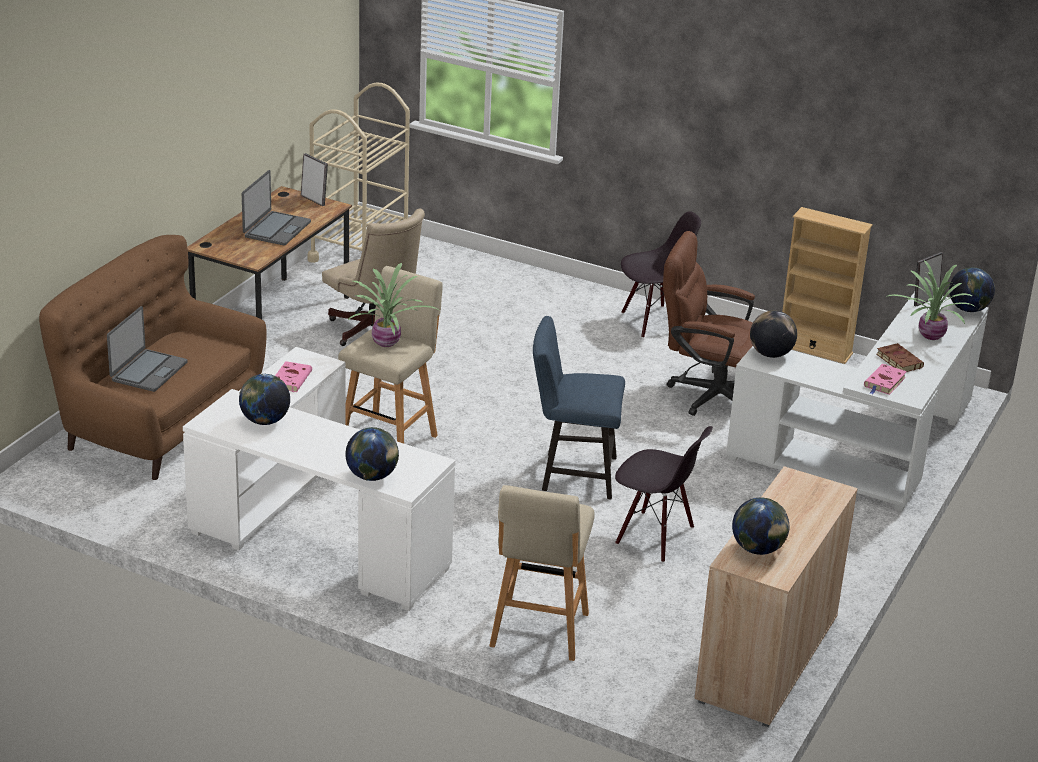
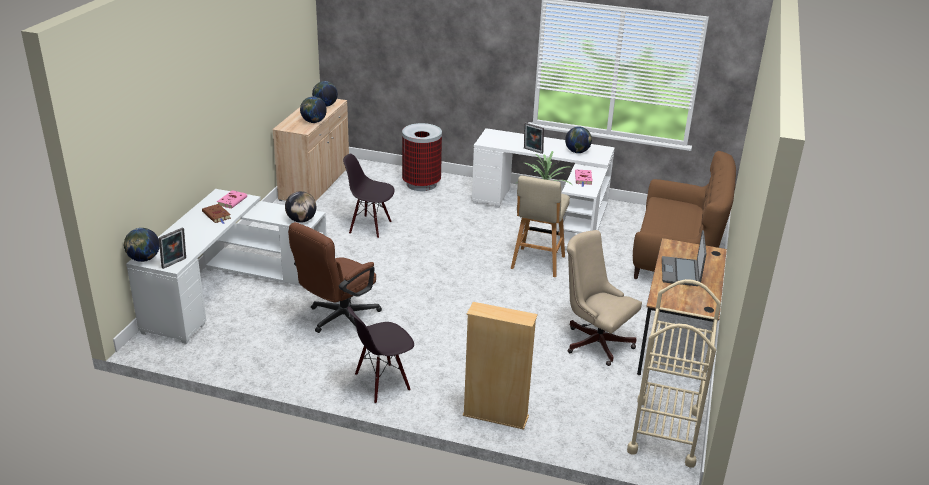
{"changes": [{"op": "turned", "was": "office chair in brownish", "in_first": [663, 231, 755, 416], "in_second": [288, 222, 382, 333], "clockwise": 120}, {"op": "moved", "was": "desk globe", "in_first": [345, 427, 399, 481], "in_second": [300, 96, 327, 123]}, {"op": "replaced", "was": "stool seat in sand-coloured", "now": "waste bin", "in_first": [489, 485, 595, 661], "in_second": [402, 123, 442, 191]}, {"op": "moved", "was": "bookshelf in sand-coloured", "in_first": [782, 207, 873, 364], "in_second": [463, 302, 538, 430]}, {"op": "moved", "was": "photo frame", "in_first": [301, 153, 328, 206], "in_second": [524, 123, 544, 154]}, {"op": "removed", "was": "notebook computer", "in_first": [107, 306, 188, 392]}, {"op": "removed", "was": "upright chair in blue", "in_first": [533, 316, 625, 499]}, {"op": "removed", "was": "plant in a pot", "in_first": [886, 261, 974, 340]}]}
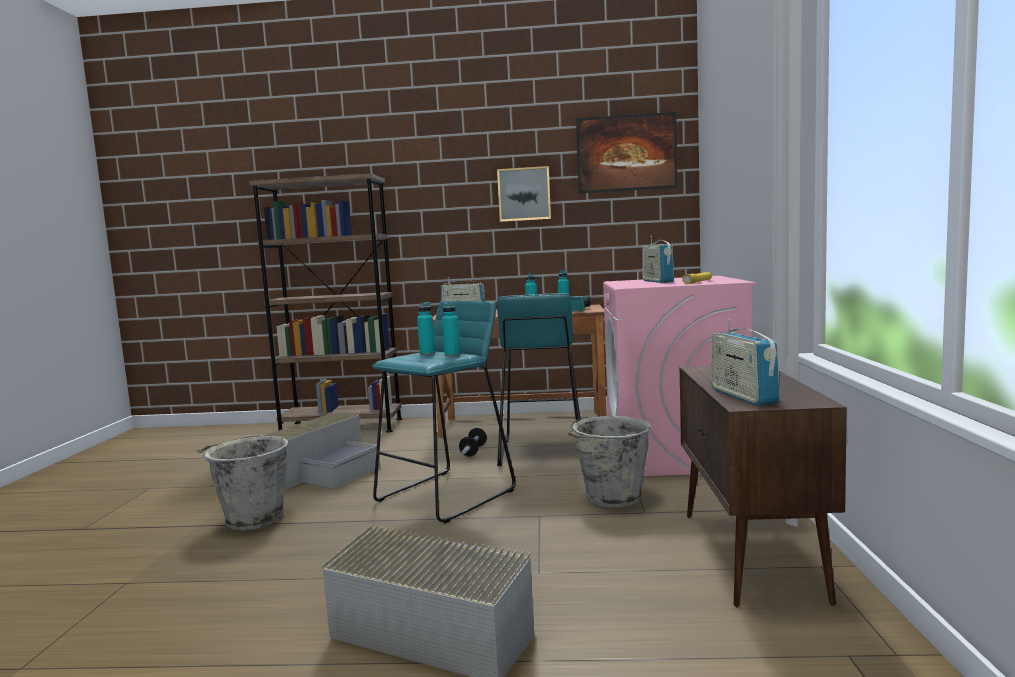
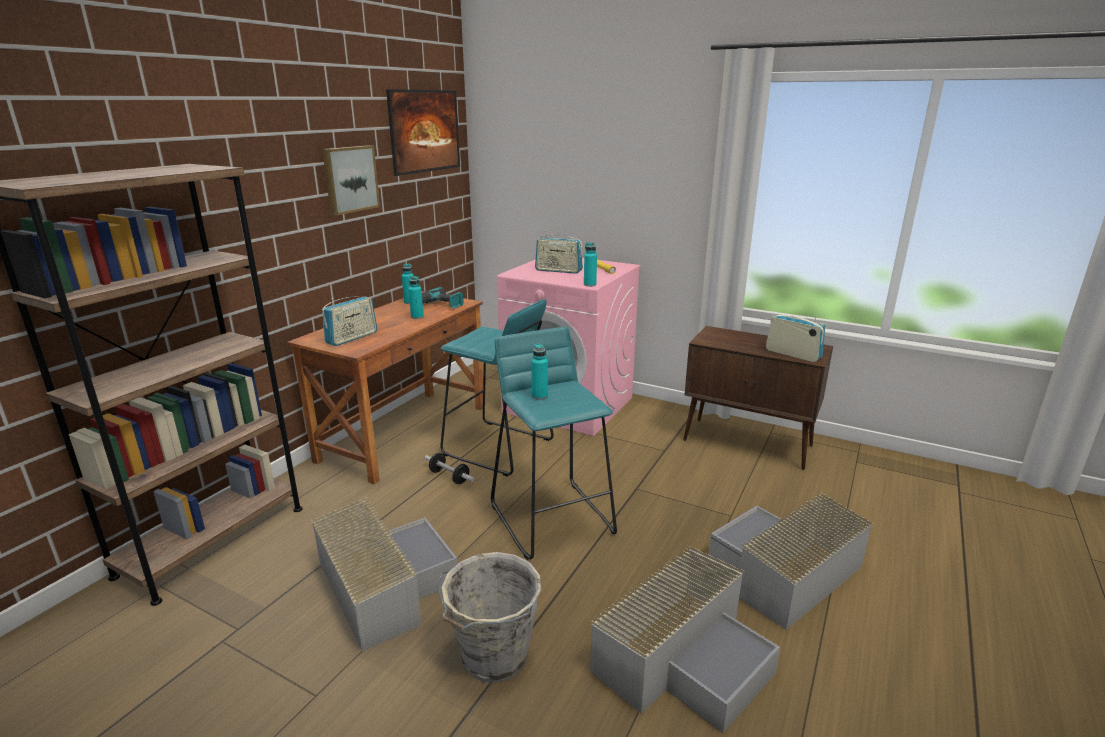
{"changes": [{"op": "moved", "was": "bottle in turquoise-coloured", "in_first": [442, 302, 460, 357], "in_second": [584, 242, 597, 287]}, {"op": "added", "now": "storage container in grey", "in_second": [590, 546, 780, 733]}, {"op": "turned", "was": "radio", "in_first": [711, 320, 780, 406], "in_second": [766, 314, 825, 362], "clockwise": -150}, {"op": "removed", "was": "pail in grey", "in_first": [568, 416, 651, 508]}]}
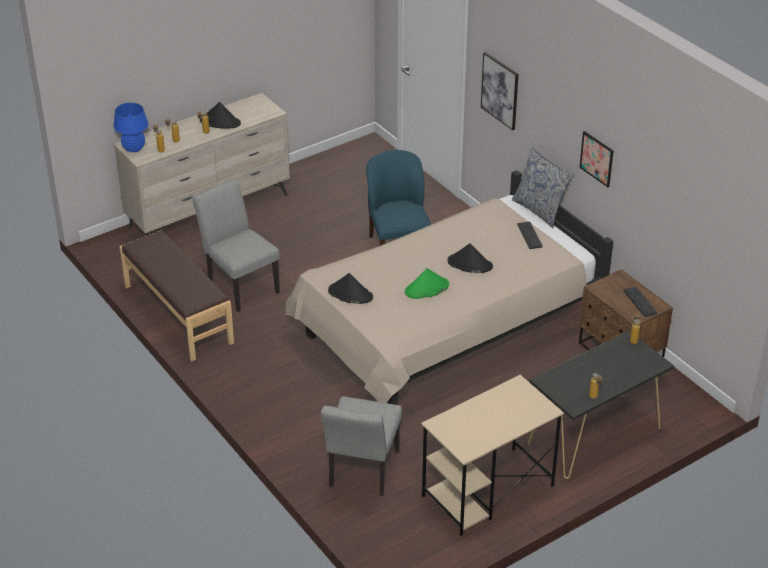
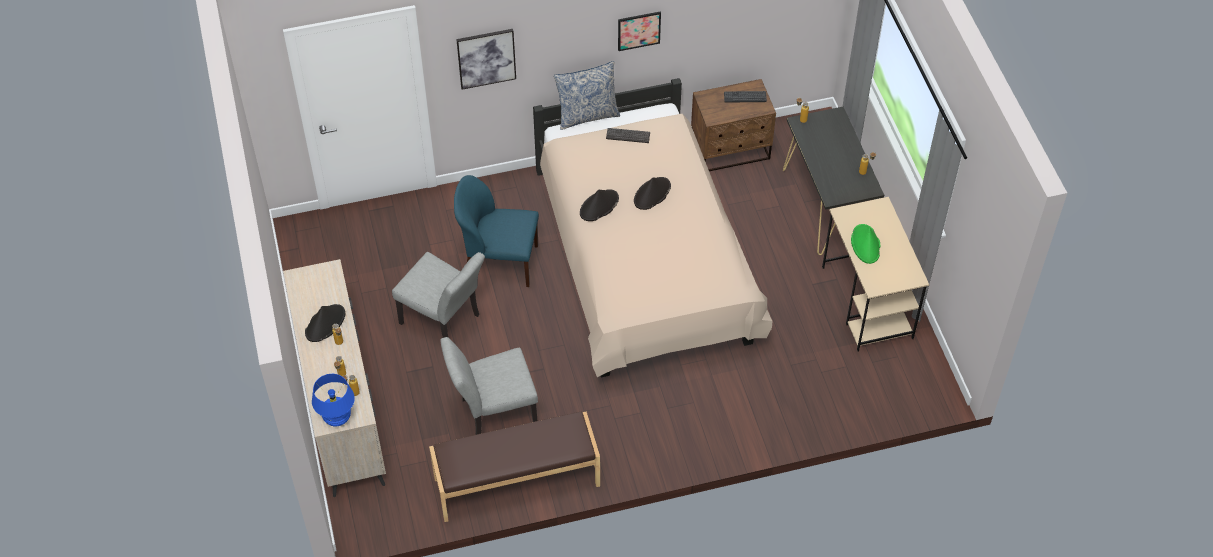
{"changes": [{"op": "moved", "was": "upright chair in grey", "in_first": [321, 396, 402, 496], "in_second": [392, 252, 485, 338]}, {"op": "moved", "was": "wearable hat in black", "in_first": [328, 273, 373, 304], "in_second": [580, 189, 619, 221]}, {"op": "moved", "was": "wearable hat in green", "in_first": [405, 268, 449, 299], "in_second": [851, 224, 881, 264]}]}
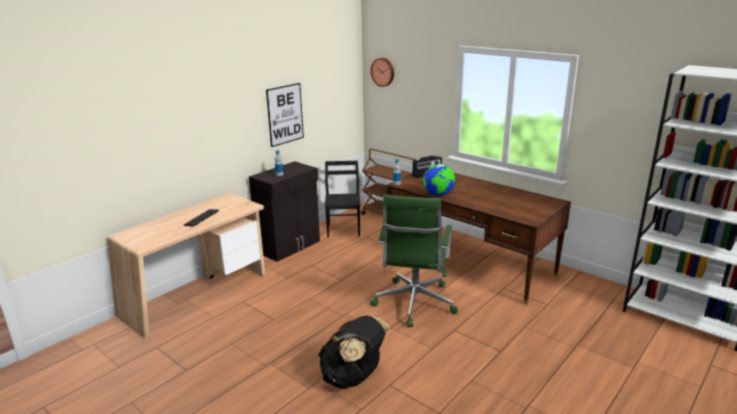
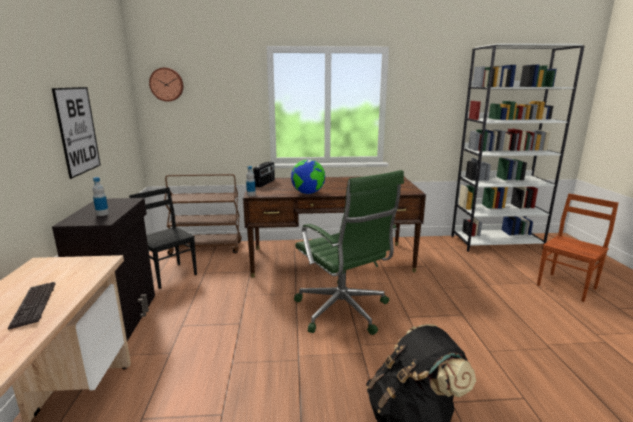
{"changes": [{"op": "added", "now": "upright chair in brownish", "in_second": [537, 194, 618, 302]}]}
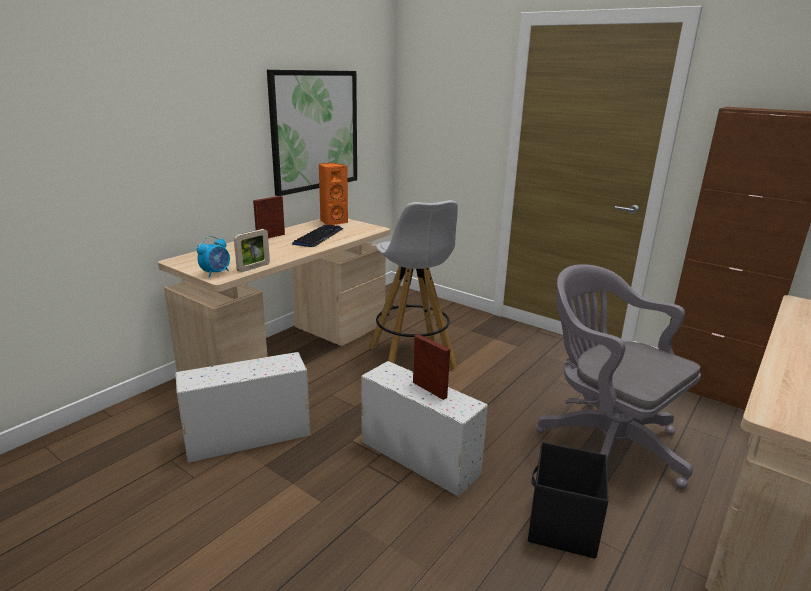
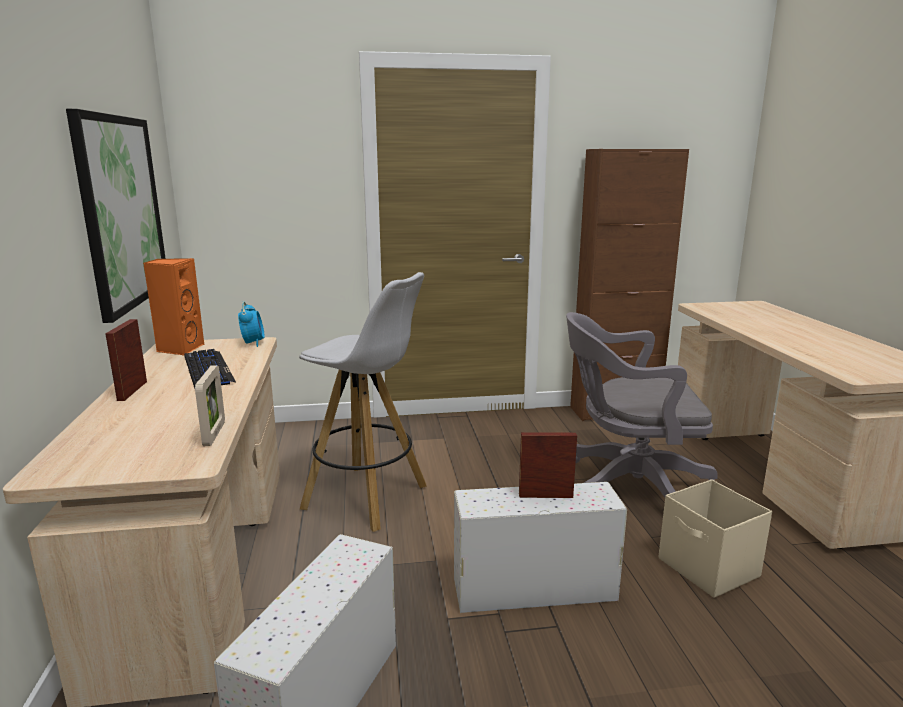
{"changes": [{"op": "moved", "was": "alarm clock", "in_first": [197, 236, 230, 278], "in_second": [238, 302, 264, 347]}, {"op": "recoloured", "was": "storage container in black", "now": "storage container in sand-coloured", "in_first": [528, 442, 609, 558], "in_second": [659, 479, 772, 598]}]}
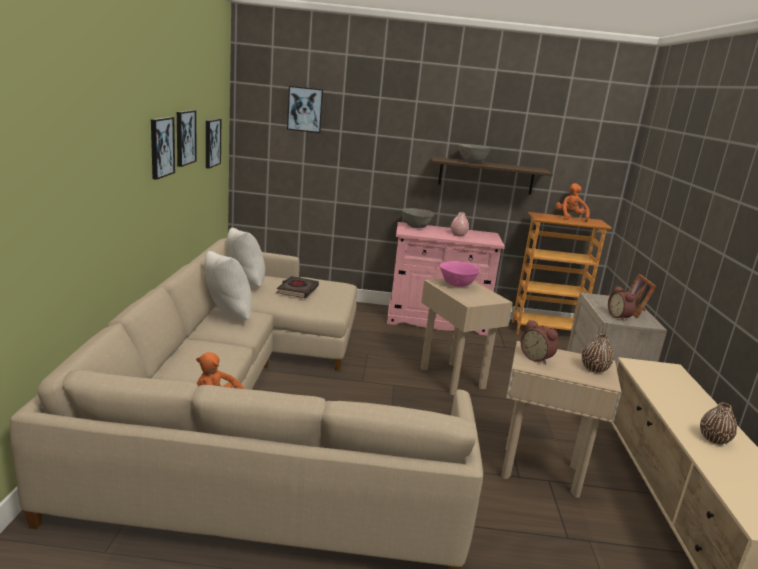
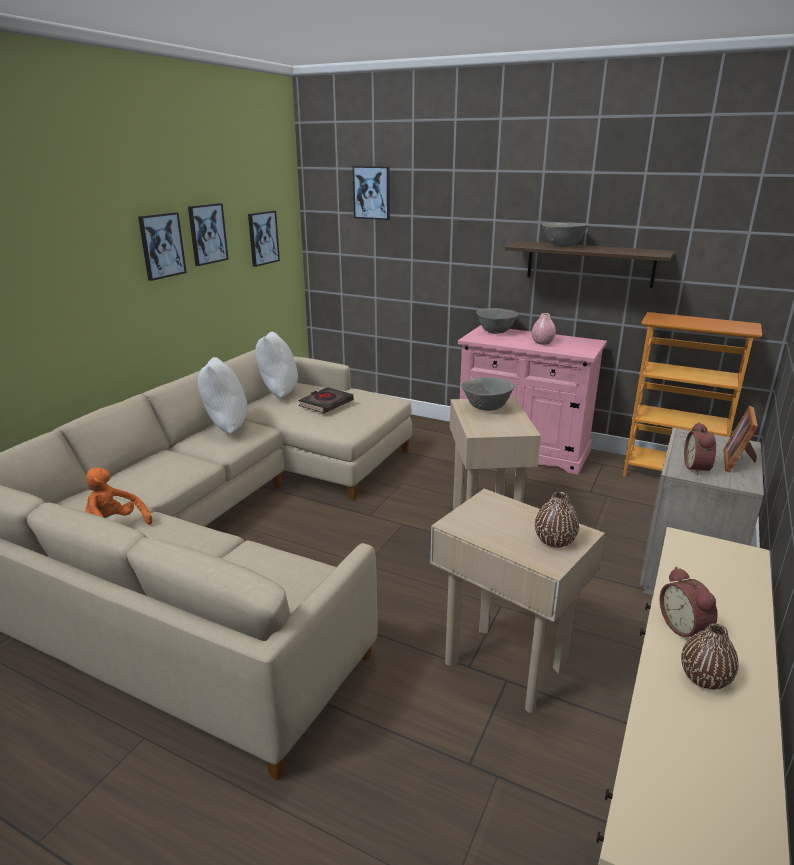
{"changes": [{"op": "recoloured", "was": "bowl in pinkish", "now": "bowl in grey", "in_first": [440, 261, 480, 287], "in_second": [461, 377, 515, 411]}, {"op": "moved", "was": "alarm clock", "in_first": [521, 320, 558, 365], "in_second": [659, 567, 718, 637]}, {"op": "removed", "was": "plush toy in orangey", "in_first": [556, 183, 590, 223]}]}
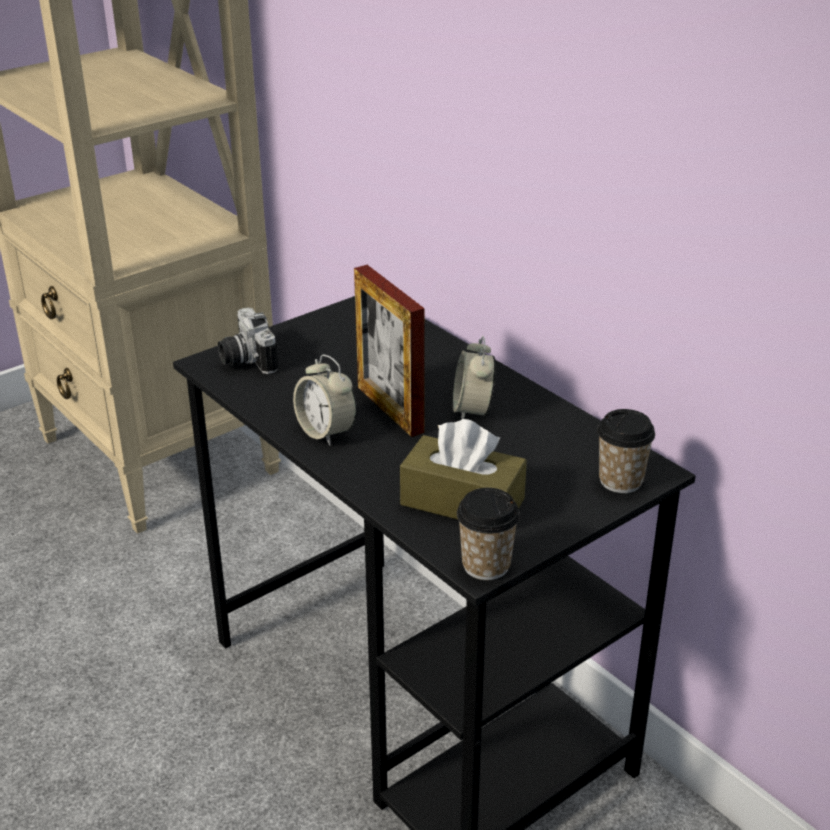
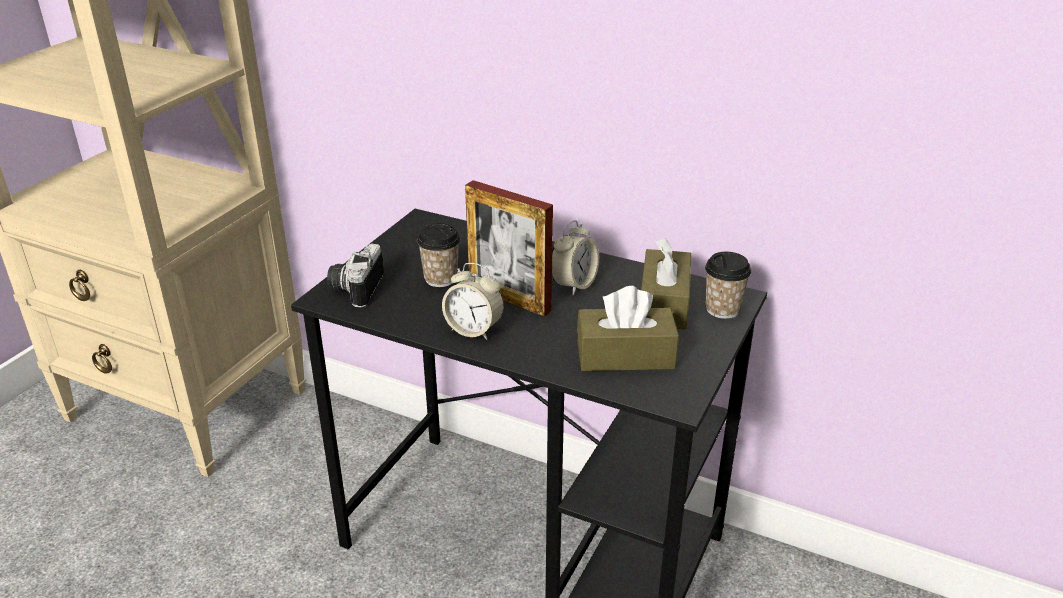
{"changes": [{"op": "turned", "was": "still camera", "in_first": [218, 307, 278, 374], "in_second": [327, 244, 384, 307], "clockwise": 60}, {"op": "moved", "was": "drinking cup", "in_first": [457, 488, 520, 580], "in_second": [417, 223, 460, 287]}, {"op": "turned", "was": "alarm clock", "in_first": [453, 336, 496, 419], "in_second": [552, 220, 599, 295], "clockwise": -120}, {"op": "added", "now": "tissue holder in brownish", "in_second": [641, 238, 691, 330]}]}
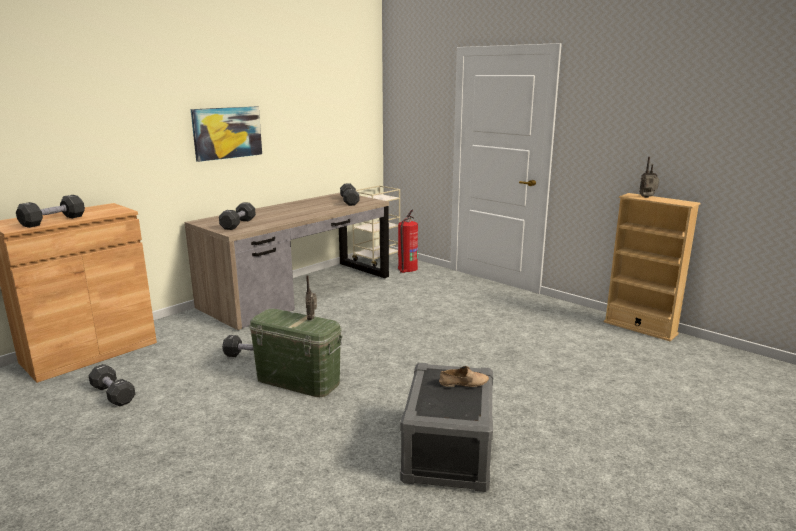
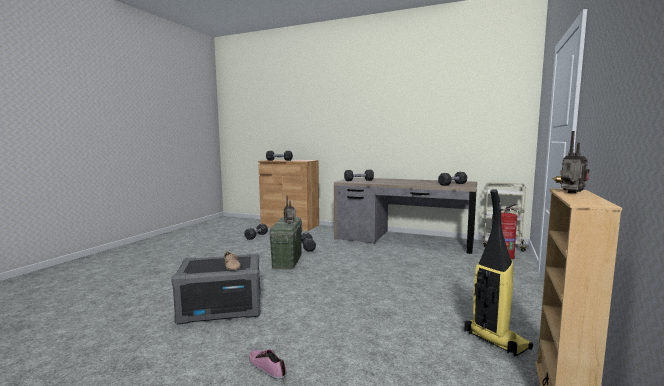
{"changes": [{"op": "added", "now": "low shoe", "in_second": [249, 349, 287, 380]}, {"op": "added", "now": "vacuum", "in_second": [464, 189, 533, 357]}, {"op": "removed", "was": "wall art", "in_first": [191, 106, 262, 162]}]}
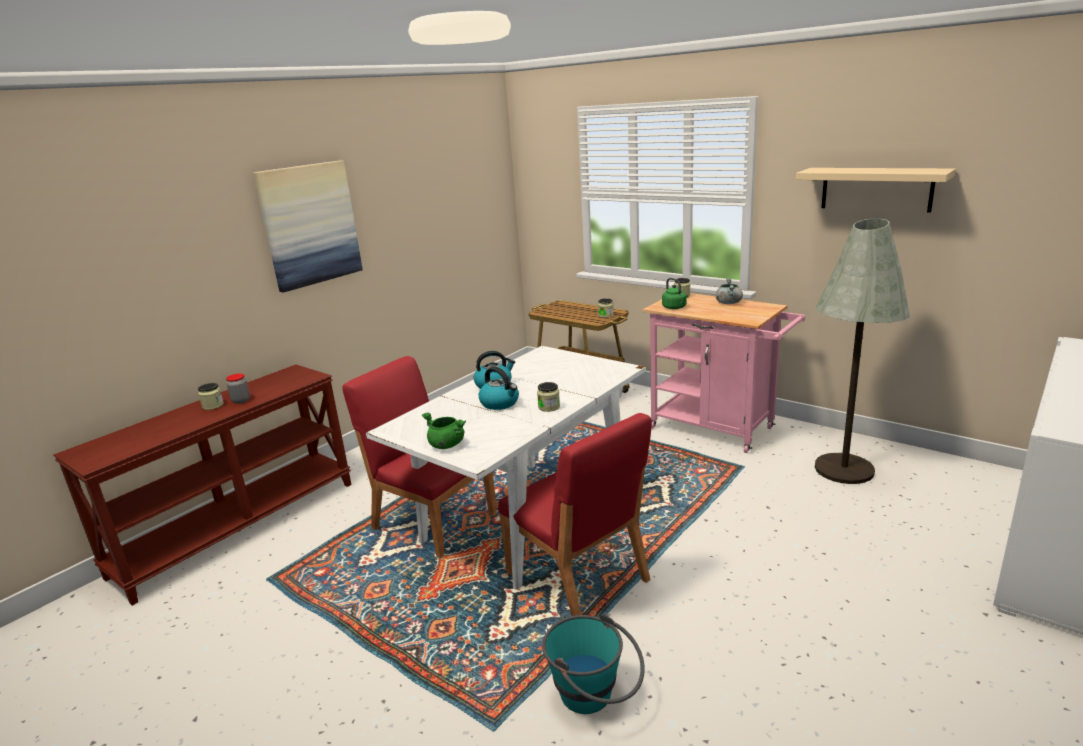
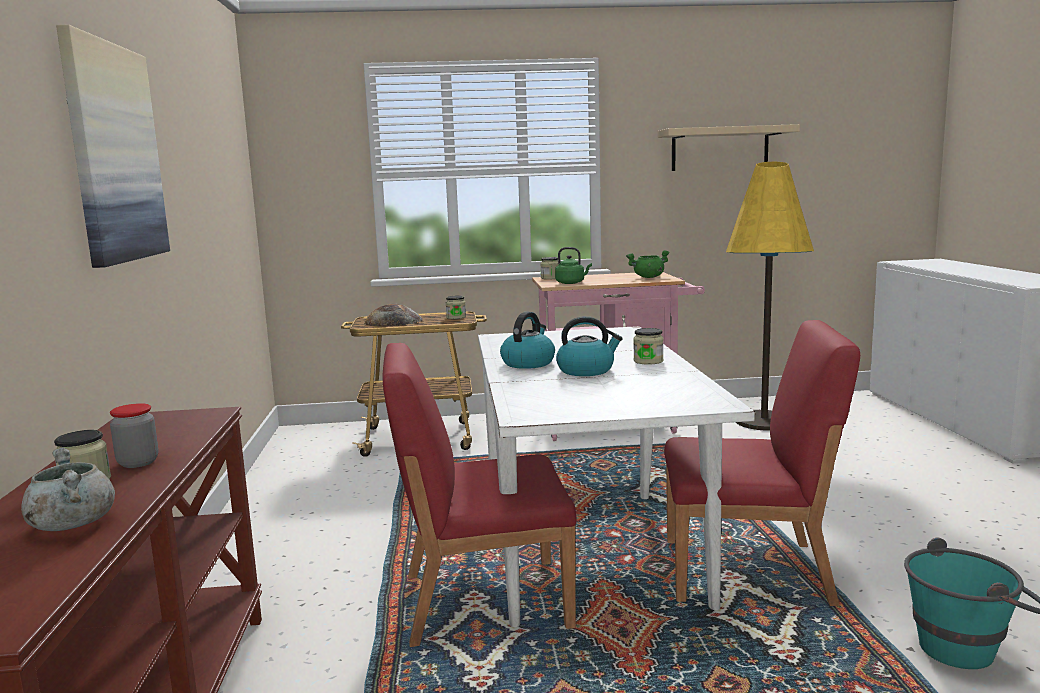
{"changes": [{"op": "moved", "was": "stockpot in grey", "in_first": [716, 278, 743, 304], "in_second": [21, 448, 115, 531]}, {"op": "added", "now": "bread", "in_second": [364, 304, 422, 326]}, {"op": "moved", "was": "stockpot in green", "in_first": [422, 412, 466, 449], "in_second": [626, 250, 670, 278]}, {"op": "recoloured", "was": "standard lamp in grey", "now": "standard lamp in yellow-coloured", "in_first": [815, 218, 910, 484], "in_second": [726, 162, 814, 431]}]}
